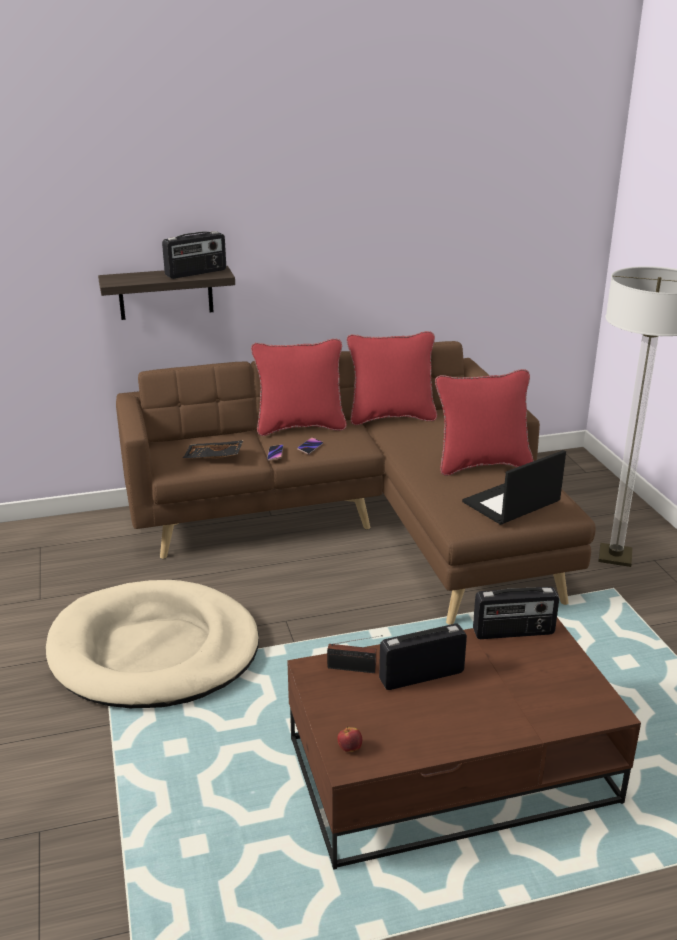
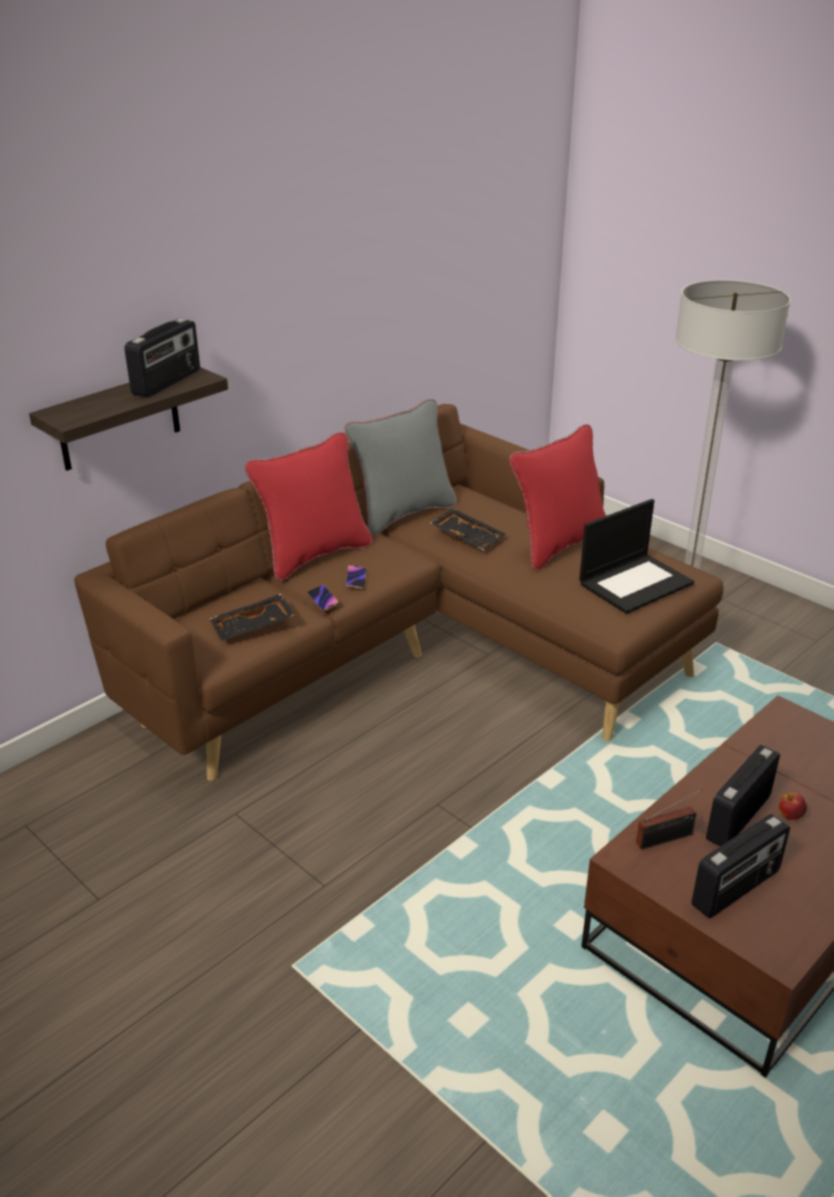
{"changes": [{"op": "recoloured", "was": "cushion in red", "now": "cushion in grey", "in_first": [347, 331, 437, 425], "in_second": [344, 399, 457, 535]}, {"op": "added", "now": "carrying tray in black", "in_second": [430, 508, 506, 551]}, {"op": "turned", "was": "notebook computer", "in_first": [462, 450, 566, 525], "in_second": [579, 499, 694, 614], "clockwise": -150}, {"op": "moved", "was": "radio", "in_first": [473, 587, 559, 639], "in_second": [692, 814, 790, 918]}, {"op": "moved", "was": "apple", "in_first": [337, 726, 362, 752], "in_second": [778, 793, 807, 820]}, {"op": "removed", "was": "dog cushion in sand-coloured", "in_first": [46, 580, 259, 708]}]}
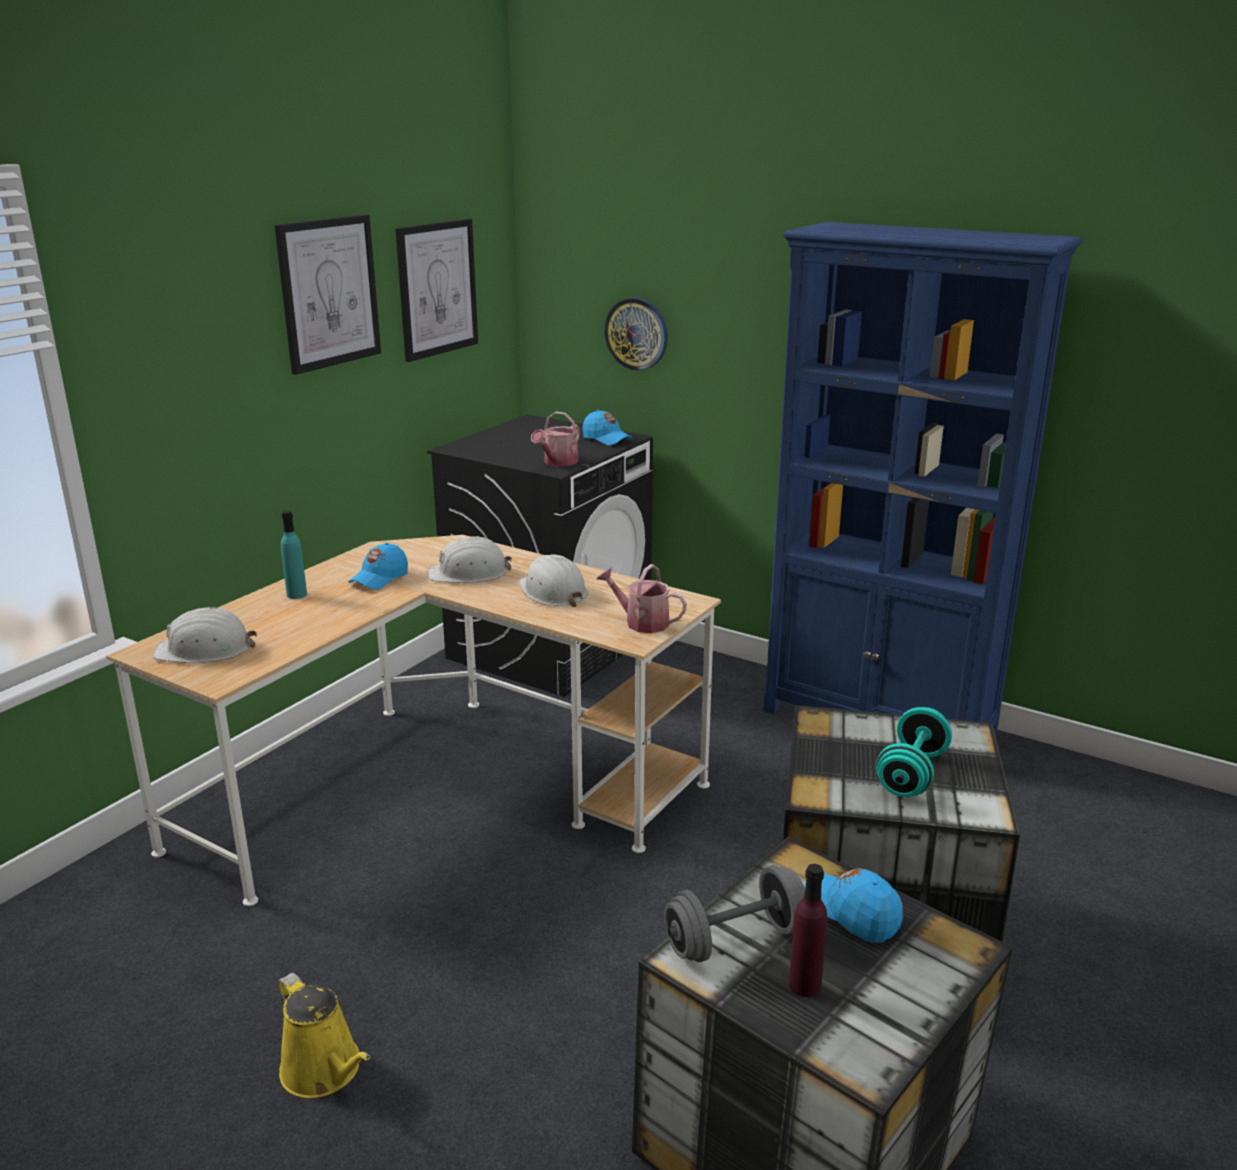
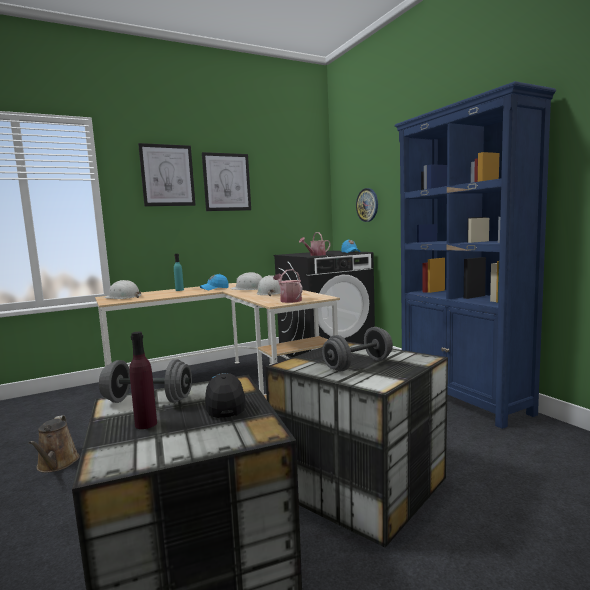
{"changes": [{"op": "recoloured", "was": "watering pot in yellow-coloured", "now": "watering pot in brownish", "in_first": [278, 973, 371, 1098], "in_second": [28, 415, 80, 473]}, {"op": "moved", "was": "wall art", "in_first": [395, 219, 478, 362], "in_second": [138, 143, 195, 206]}, {"op": "recoloured", "was": "baseball cap in blue", "now": "baseball cap in black", "in_first": [804, 868, 903, 943], "in_second": [205, 373, 246, 418]}, {"op": "recoloured", "was": "hand weight in turquoise-coloured", "now": "hand weight in grey", "in_first": [876, 707, 952, 797], "in_second": [322, 327, 393, 371]}]}
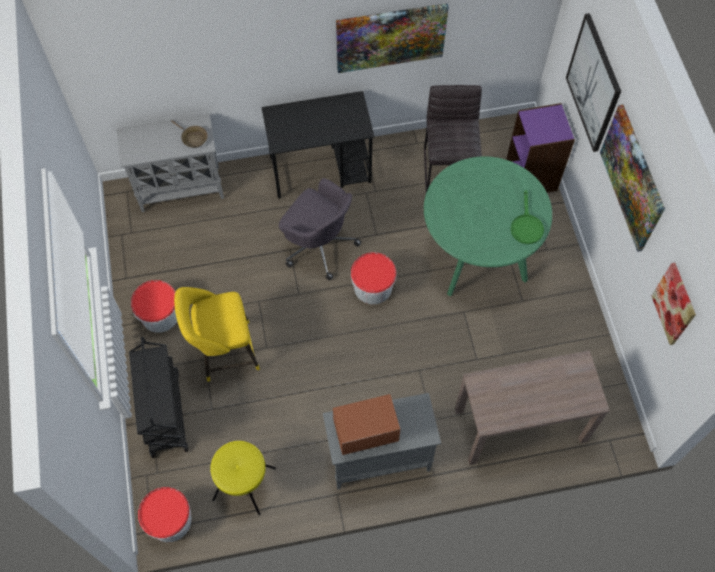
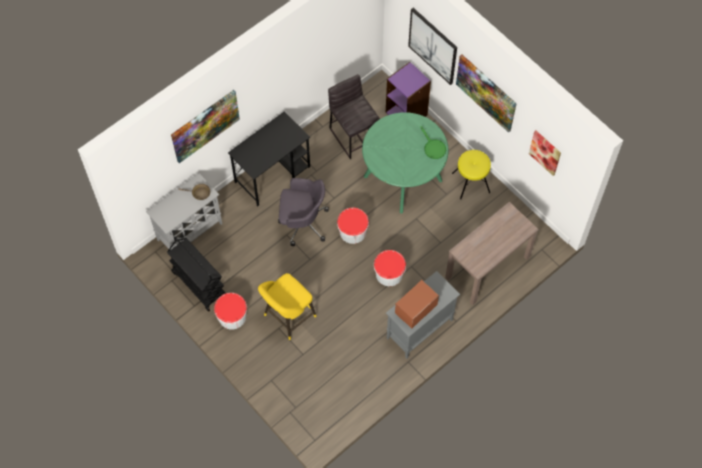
{"changes": [{"op": "moved", "was": "wheeled cart in black", "in_first": [129, 337, 188, 458], "in_second": [167, 237, 226, 312]}, {"op": "moved", "was": "wall art", "in_first": [336, 3, 449, 73], "in_second": [171, 90, 240, 163]}, {"op": "moved", "was": "pail", "in_first": [138, 487, 192, 542], "in_second": [374, 250, 406, 286]}, {"op": "moved", "was": "stool seat in yellow-coloured", "in_first": [210, 441, 276, 515], "in_second": [452, 150, 491, 200]}]}
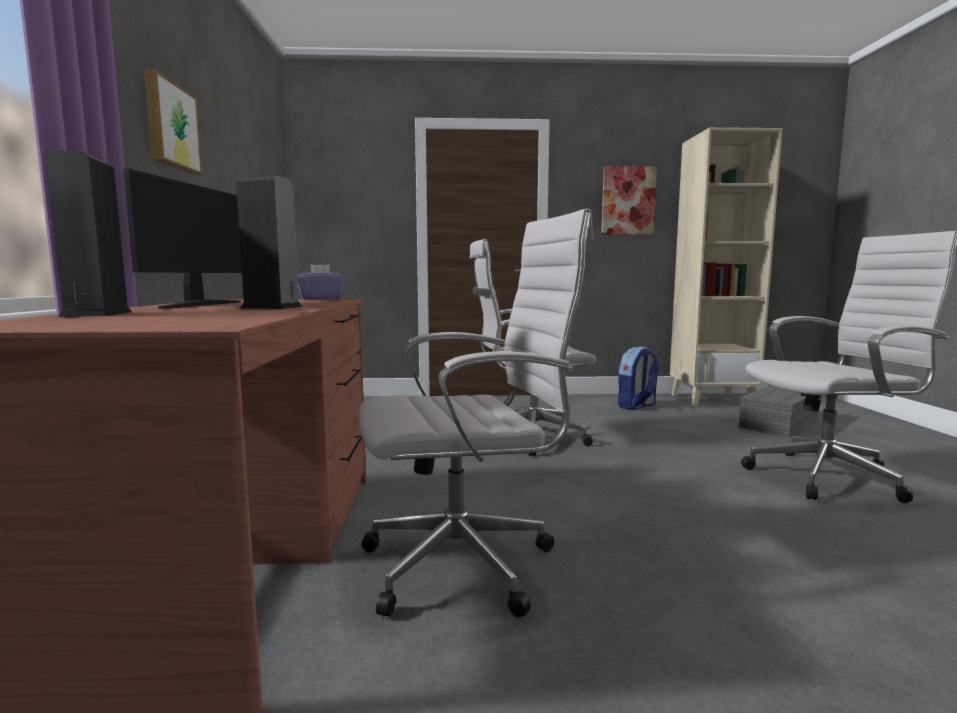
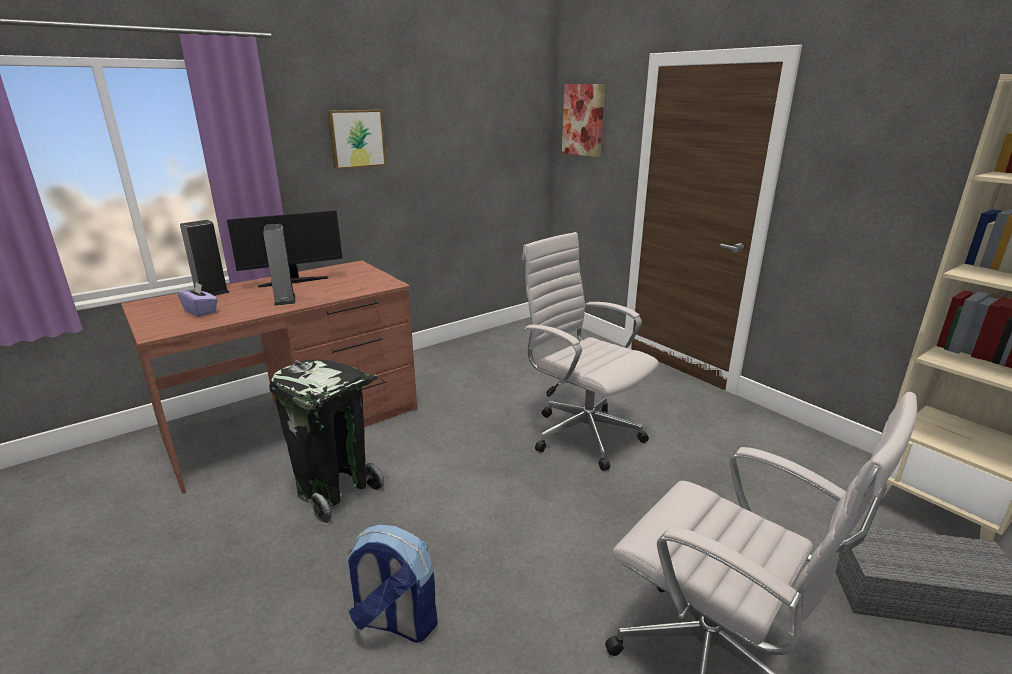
{"changes": [{"op": "moved", "was": "tissue holder in purple-coloured", "in_first": [297, 264, 344, 300], "in_second": [177, 282, 218, 317]}, {"op": "replaced", "was": "office chair in whitish", "now": "waste bin in black", "in_first": [359, 208, 594, 618], "in_second": [269, 359, 384, 525]}, {"op": "moved", "was": "backpack", "in_first": [618, 346, 660, 410], "in_second": [348, 525, 438, 643]}, {"op": "moved", "was": "wall art", "in_first": [601, 166, 657, 235], "in_second": [562, 84, 605, 157]}]}
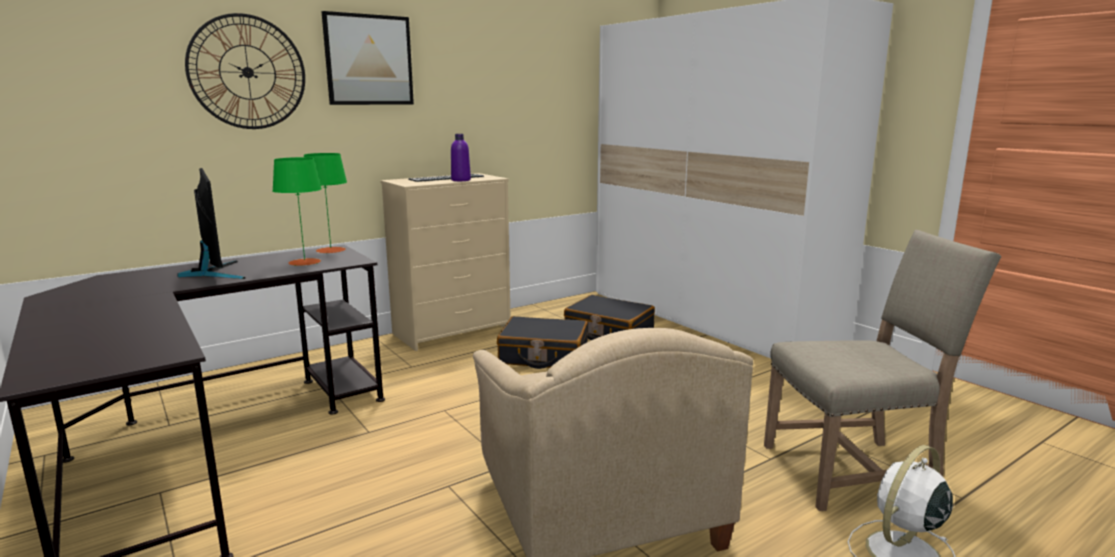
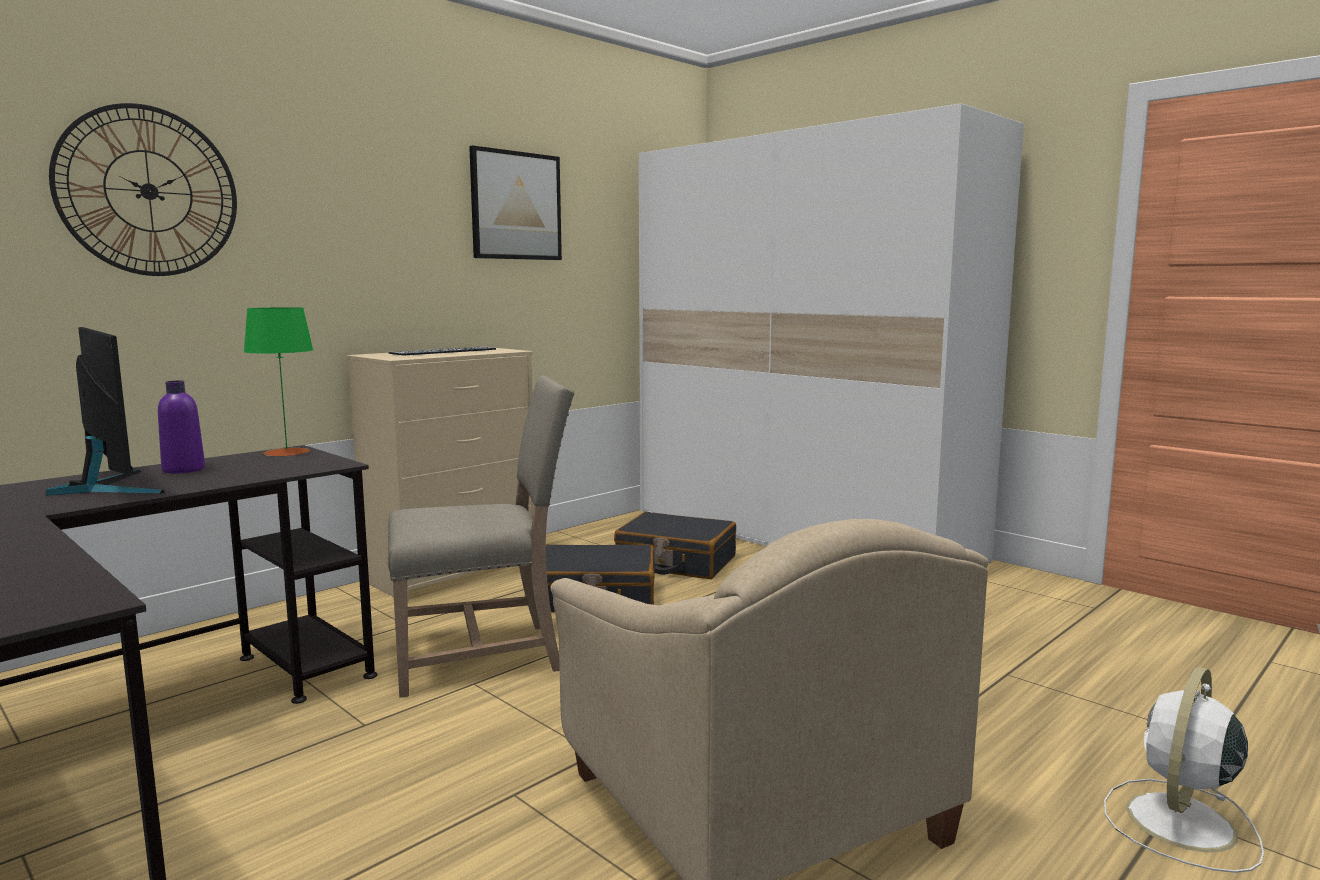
{"changes": [{"op": "moved", "was": "bottle in purple-coloured", "in_first": [451, 134, 471, 181], "in_second": [158, 380, 205, 474]}, {"op": "moved", "was": "upright chair in sand-coloured", "in_first": [764, 230, 1001, 511], "in_second": [388, 375, 574, 698]}, {"op": "moved", "was": "wall art", "in_first": [321, 11, 414, 105], "in_second": [469, 145, 562, 260]}, {"op": "removed", "was": "table lamp in green", "in_first": [272, 157, 322, 266]}]}
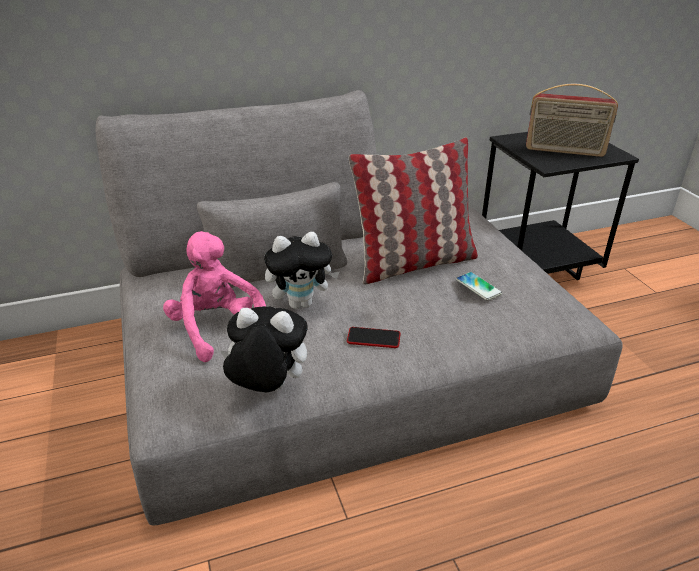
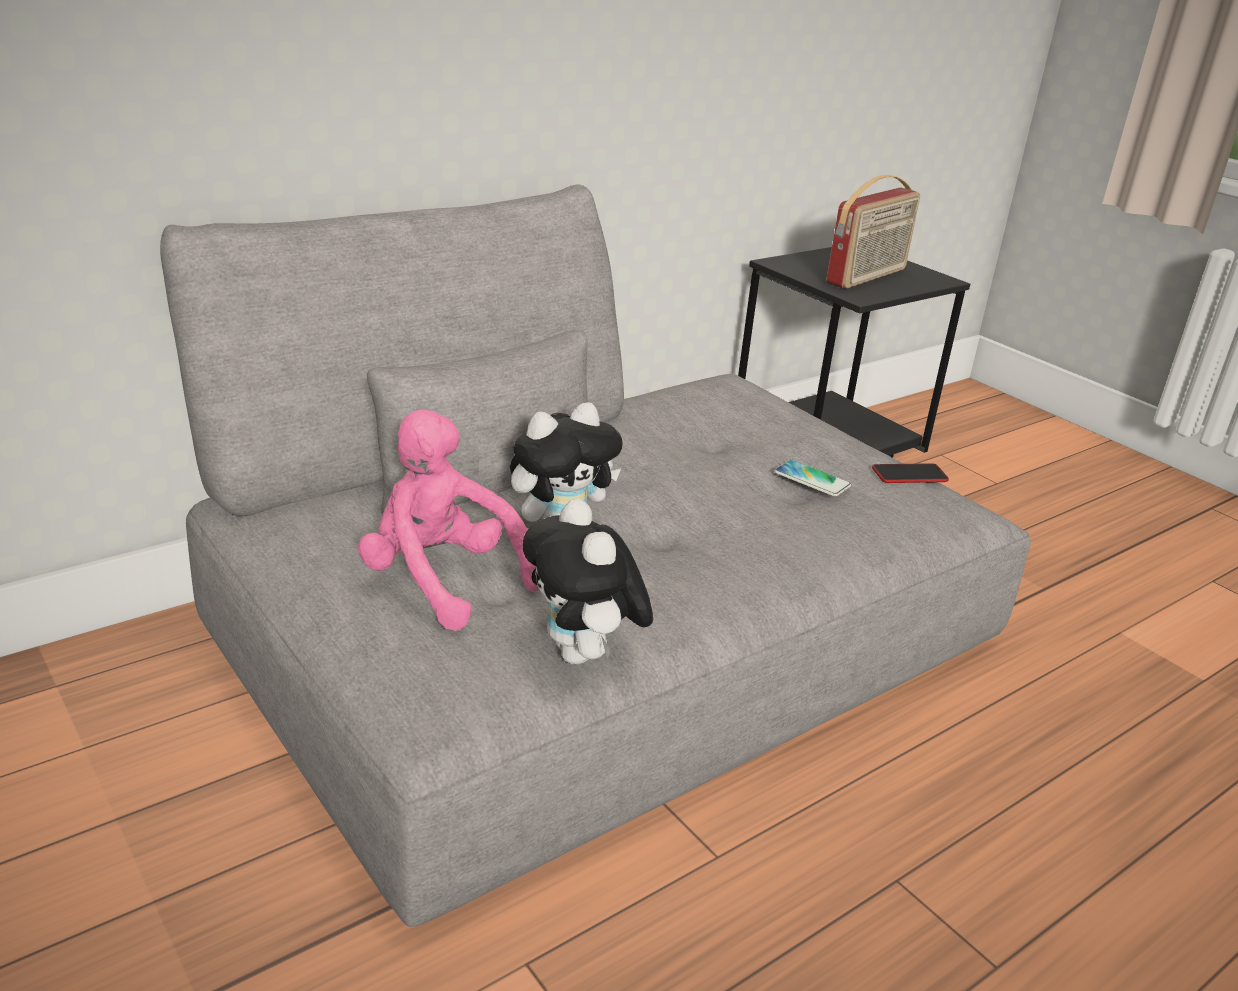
{"changes": [{"op": "turned", "was": "plush toy", "in_first": [221, 306, 308, 392], "in_second": [522, 499, 653, 664], "clockwise": -105}, {"op": "turned", "was": "radio", "in_first": [526, 83, 618, 157], "in_second": [826, 175, 920, 288], "clockwise": -45}, {"op": "moved", "was": "handset", "in_first": [347, 327, 400, 348], "in_second": [872, 463, 949, 483]}, {"op": "removed", "was": "cushion", "in_first": [349, 137, 478, 285]}]}
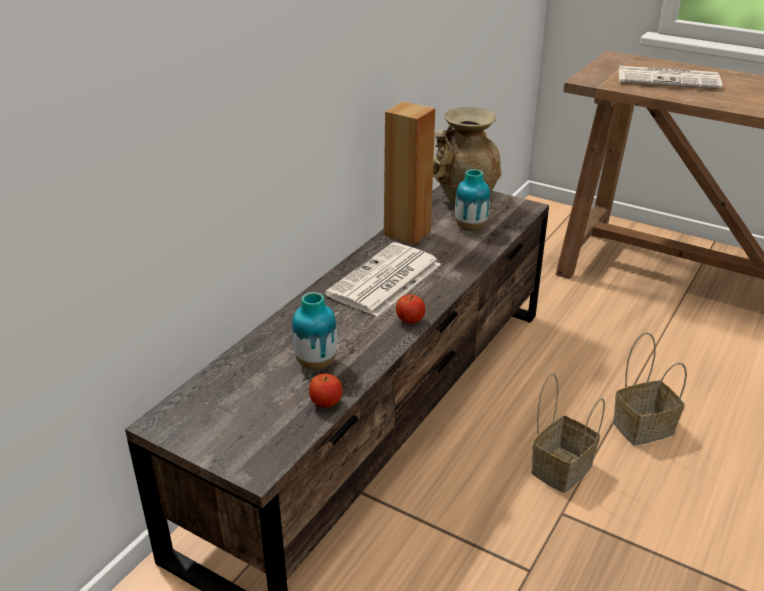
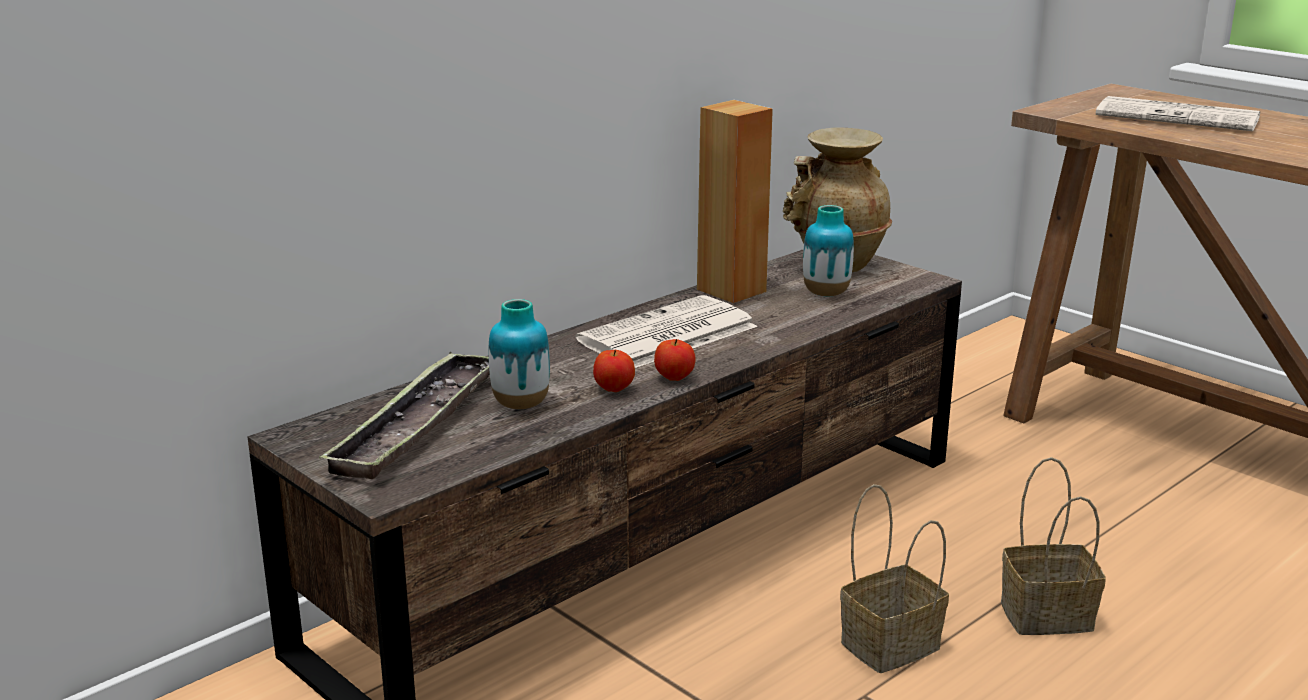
{"changes": [{"op": "added", "now": "carrying tray", "in_second": [319, 352, 490, 479]}, {"op": "moved", "was": "apple", "in_first": [309, 374, 343, 407], "in_second": [593, 350, 635, 392]}]}
